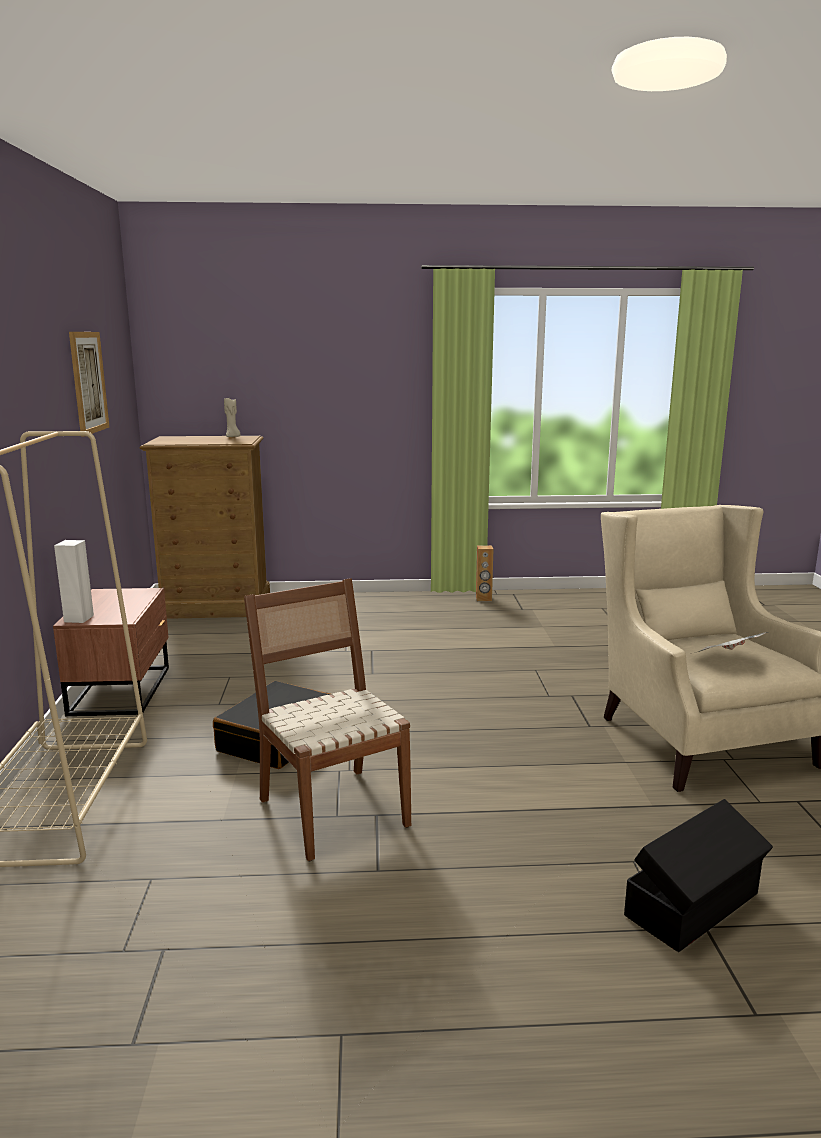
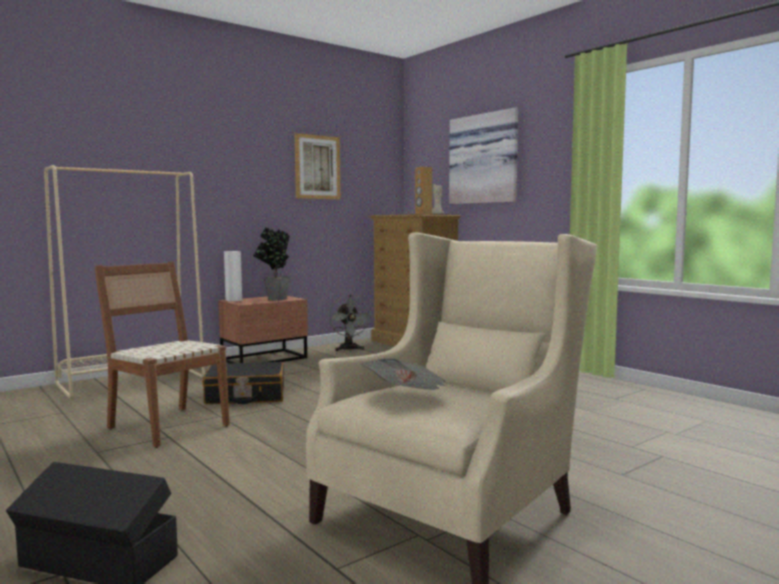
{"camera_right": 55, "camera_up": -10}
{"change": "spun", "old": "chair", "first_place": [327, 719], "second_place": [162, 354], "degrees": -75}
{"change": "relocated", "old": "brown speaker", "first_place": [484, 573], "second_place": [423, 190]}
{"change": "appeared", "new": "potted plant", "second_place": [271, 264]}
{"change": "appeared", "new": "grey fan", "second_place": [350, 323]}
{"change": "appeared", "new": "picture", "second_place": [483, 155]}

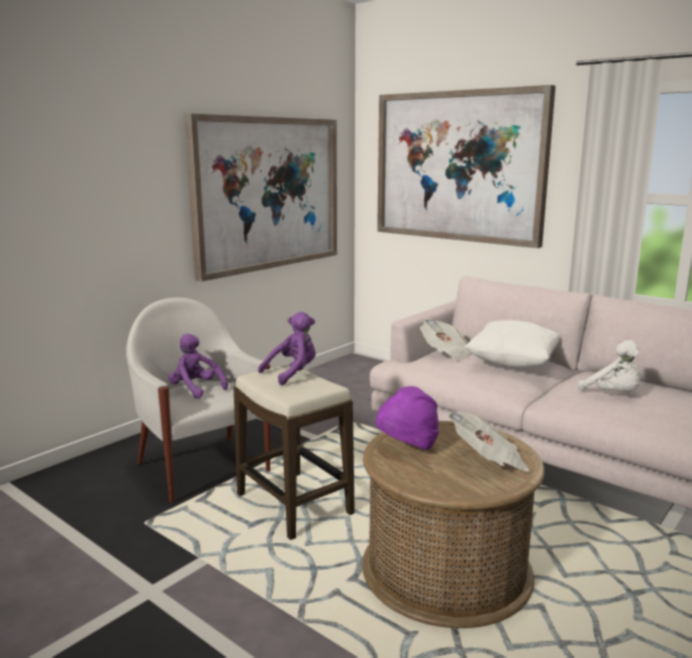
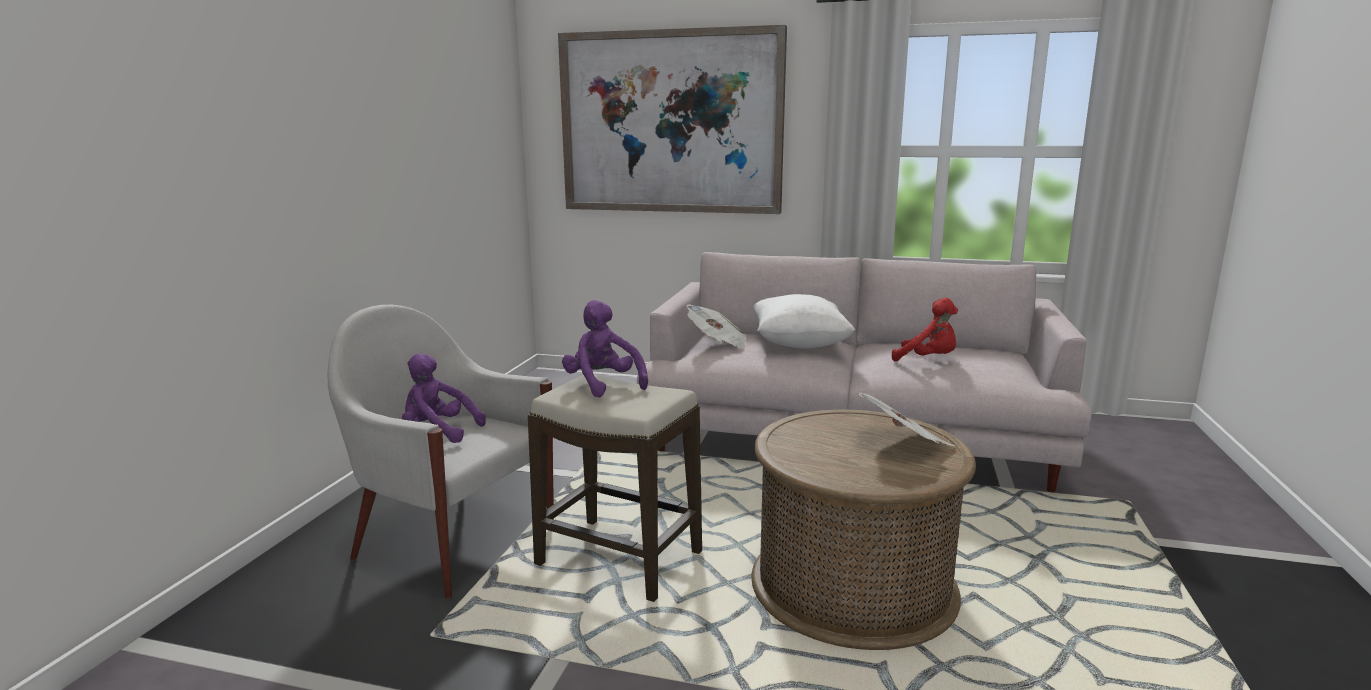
{"camera_right": -25, "camera_up": 0}
{"change": "missing", "old": "picture", "first_place": [260, 198]}
{"change": "spun", "old": "purple plush toy", "first_place": [287, 349], "second_place": [605, 349], "degrees": -60}
{"change": "missing", "old": "purple hat", "first_place": [407, 418]}
{"change": "colour", "old": "white plush toy", "new": "red plush toy", "first_place": [610, 366], "second_place": [925, 329]}

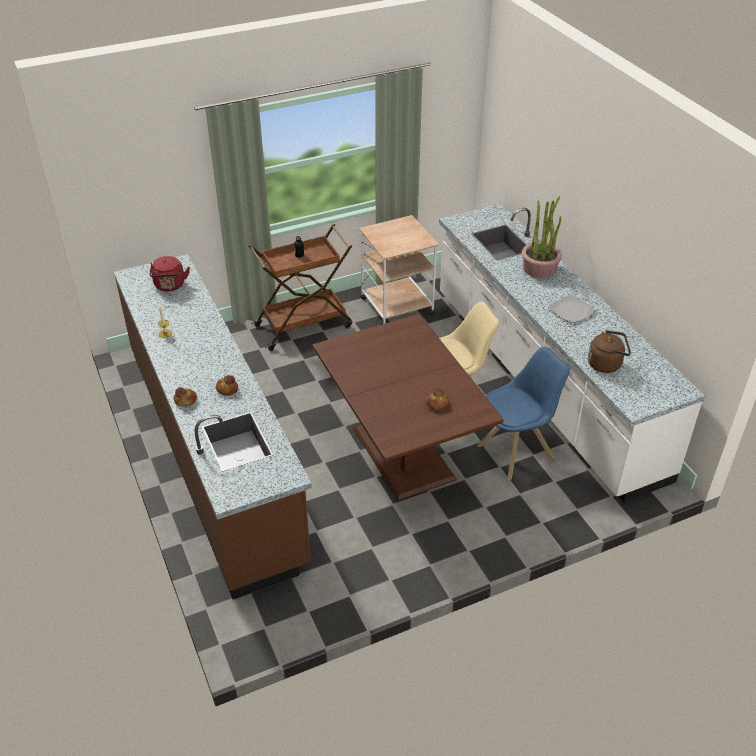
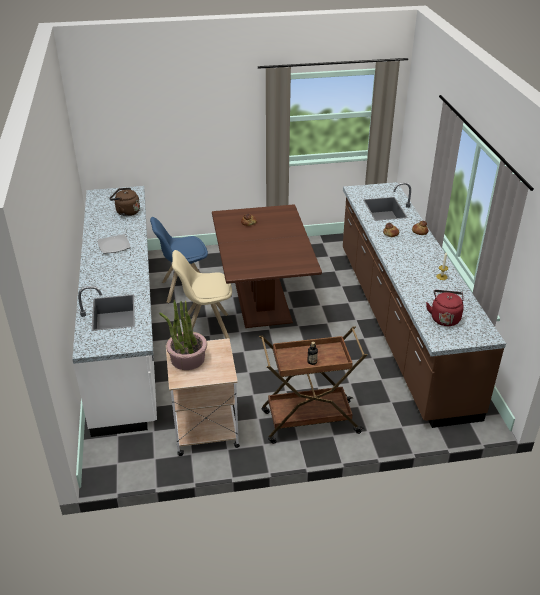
{"camera_right": -165, "camera_up": -5}
{"change": "relocated", "old": "potted plant", "first_place": [542, 237], "second_place": [183, 334]}

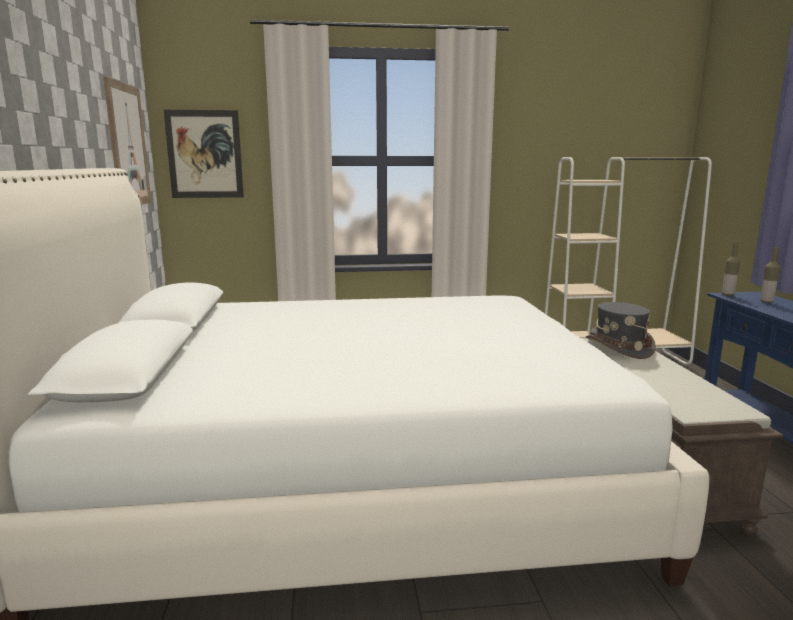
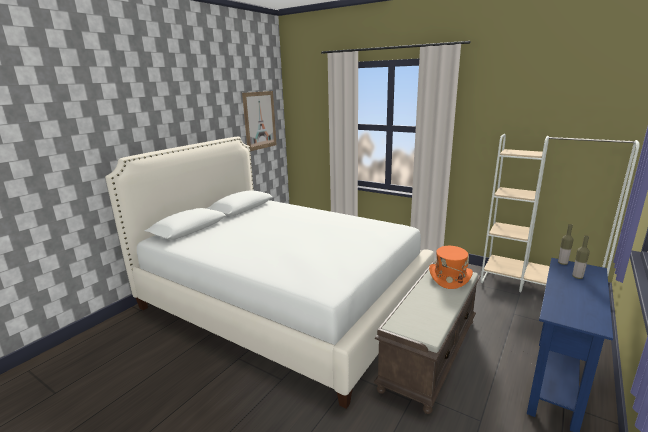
{"camera_right": 40, "camera_up": 5}
{"change": "missing", "old": "picture", "first_place": [204, 154]}
{"change": "colour", "old": "grey hat", "new": "orange hat", "first_place": [621, 330], "second_place": [451, 267]}

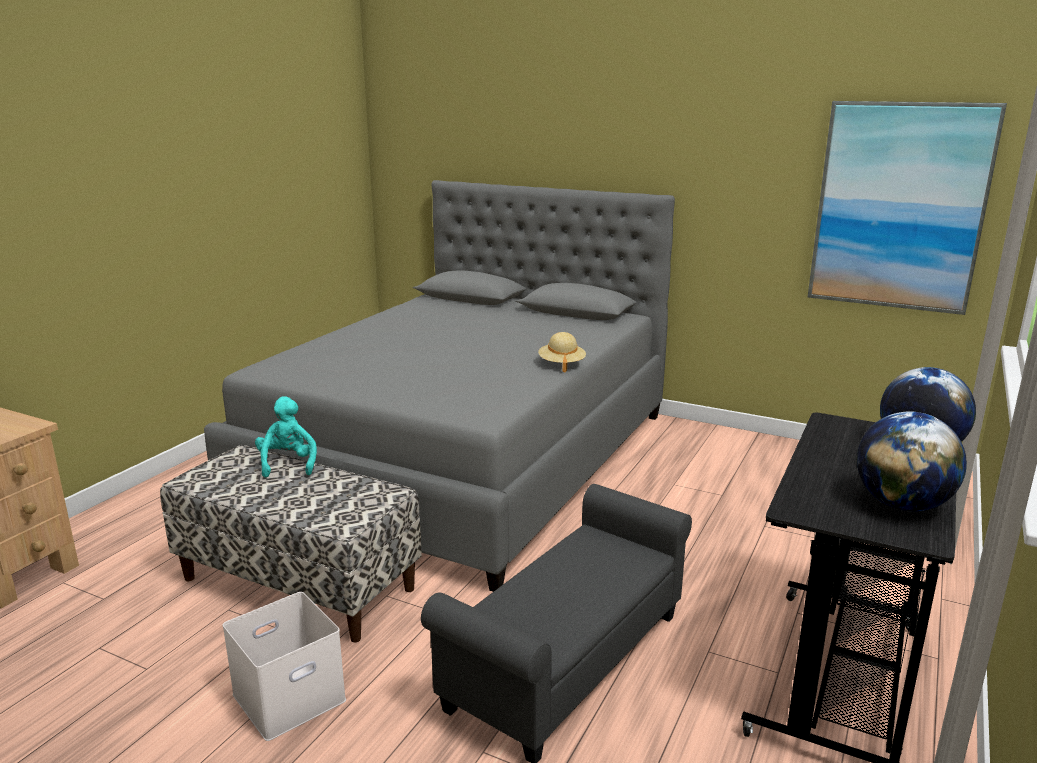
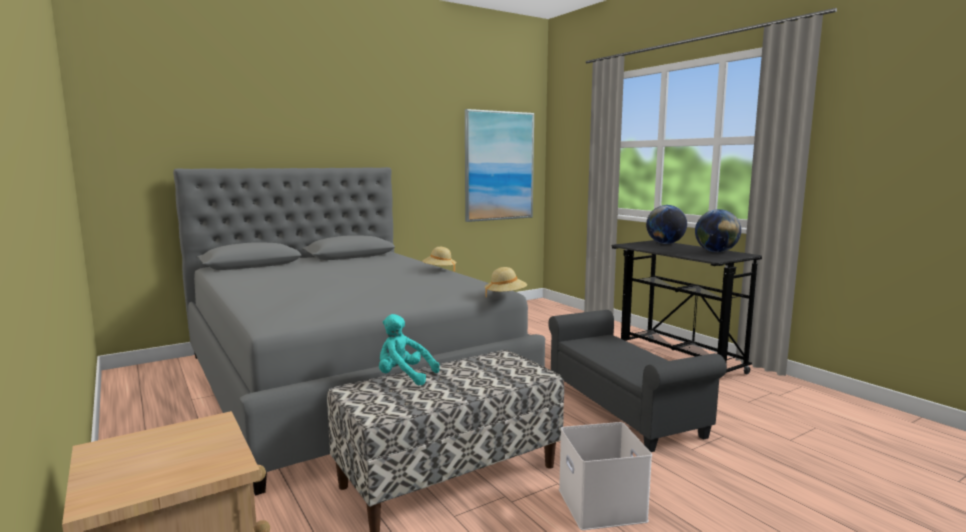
{"camera_right": -60, "camera_up": -10}
{"change": "appeared", "new": "beige hat", "second_place": [506, 282]}

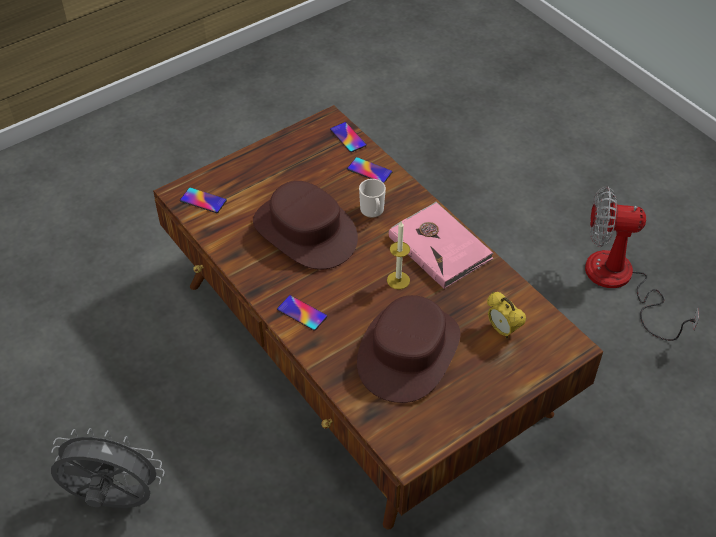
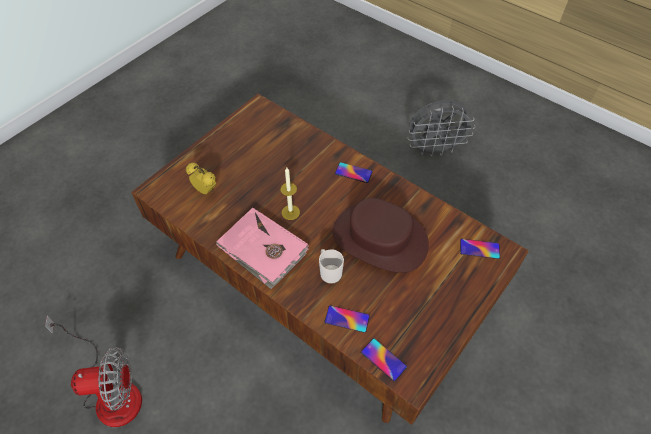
{"camera_right": 165, "camera_up": 5}
{"change": "missing", "old": "brown hat", "first_place": [408, 349]}

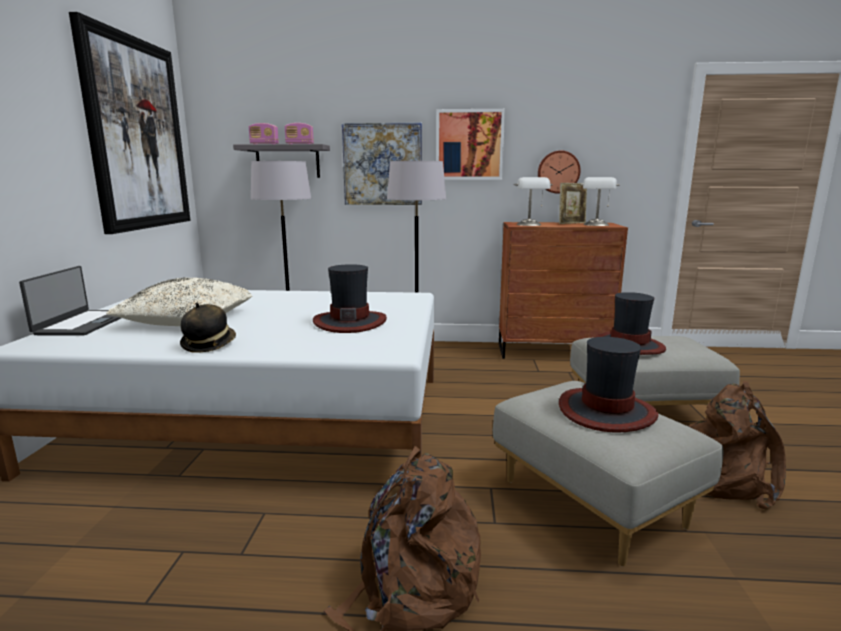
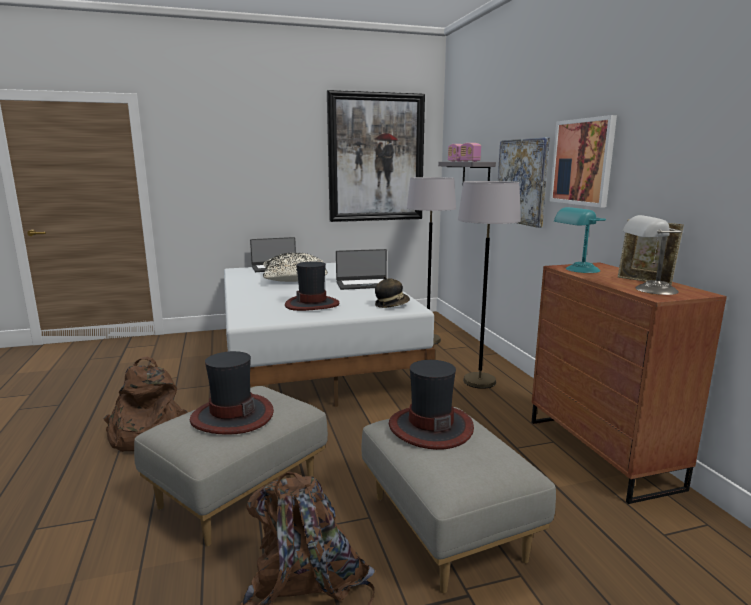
{"camera_right": 70, "camera_up": 0}
{"change": "relocated", "old": "hat", "first_place": [208, 328], "second_place": [392, 292]}
{"change": "colour", "old": "white table lamp", "new": "turquoise table lamp", "first_place": [533, 201], "second_place": [580, 240]}
{"change": "missing", "old": "wall clock", "first_place": [559, 172]}
{"change": "appeared", "new": "laptop", "second_place": [361, 269]}

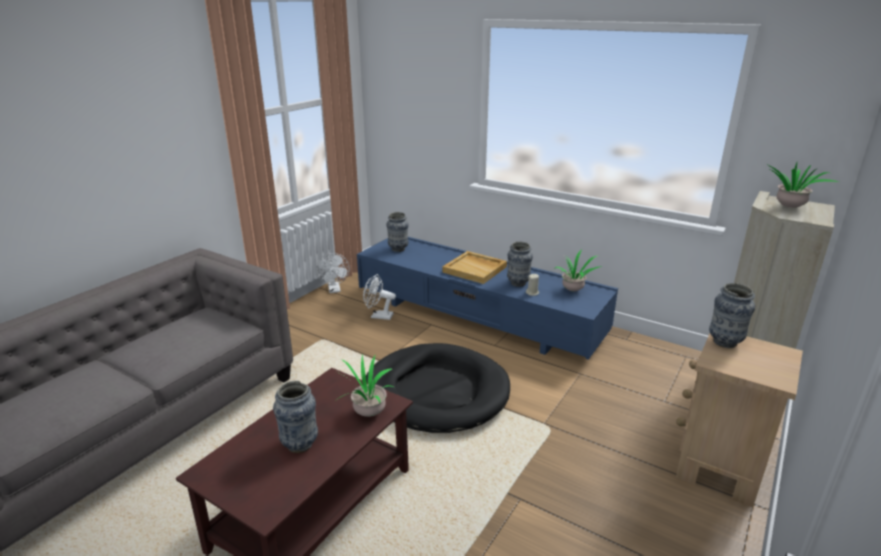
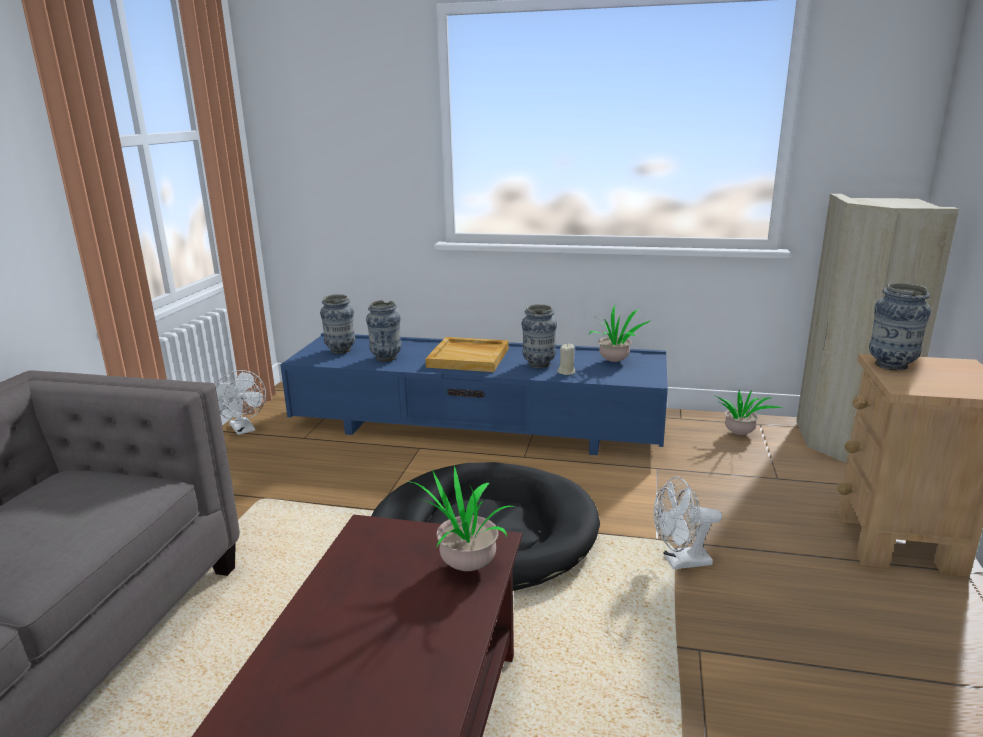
{"camera_right": -20, "camera_up": -5}
{"change": "relocated", "old": "vase", "first_place": [295, 417], "second_place": [384, 331]}
{"change": "relocated", "old": "white fan", "first_place": [379, 297], "second_place": [688, 522]}
{"change": "relocated", "old": "potted plant", "first_place": [803, 185], "second_place": [747, 412]}

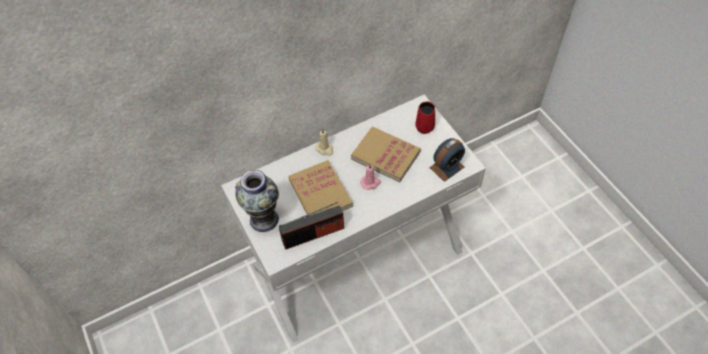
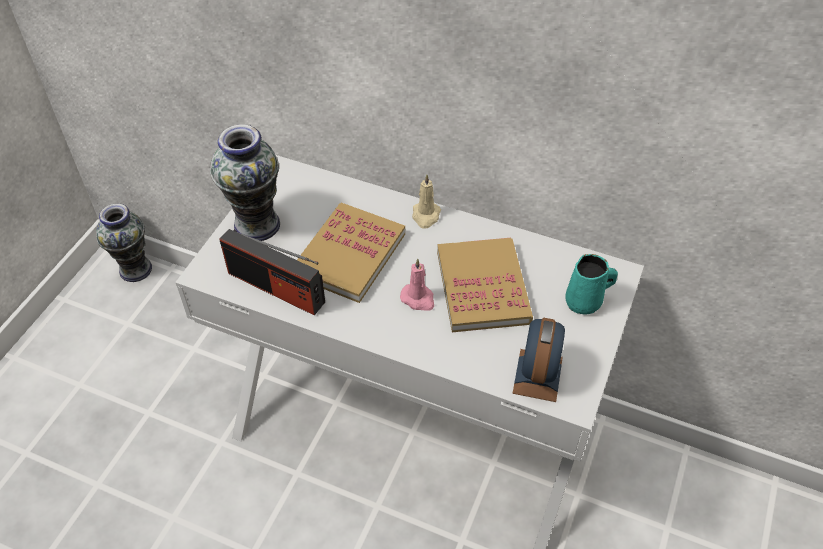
{"camera_right": 50, "camera_up": -5}
{"change": "colour", "old": "red mug", "new": "turquoise mug", "first_place": [425, 117], "second_place": [591, 284]}
{"change": "spun", "old": "alarm clock", "first_place": [447, 160], "second_place": [538, 360], "degrees": -90}
{"change": "appeared", "new": "vase", "second_place": [124, 243]}

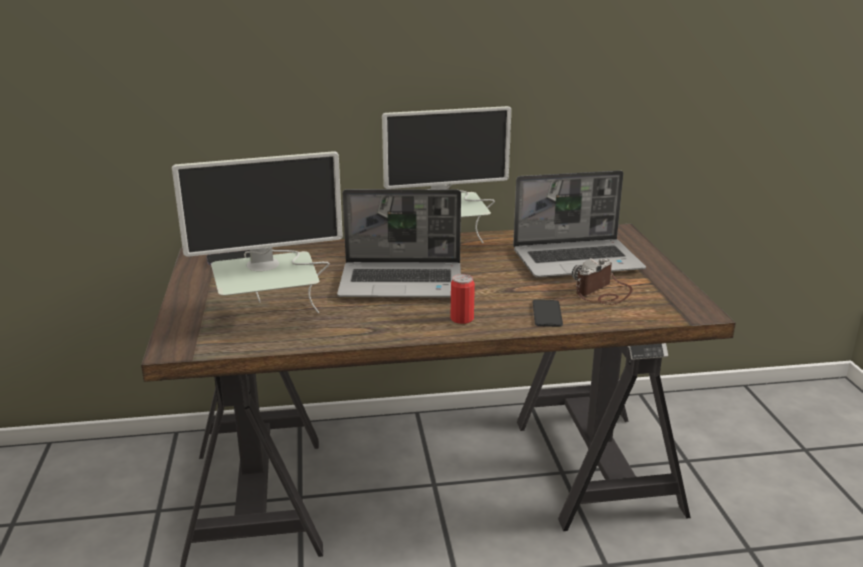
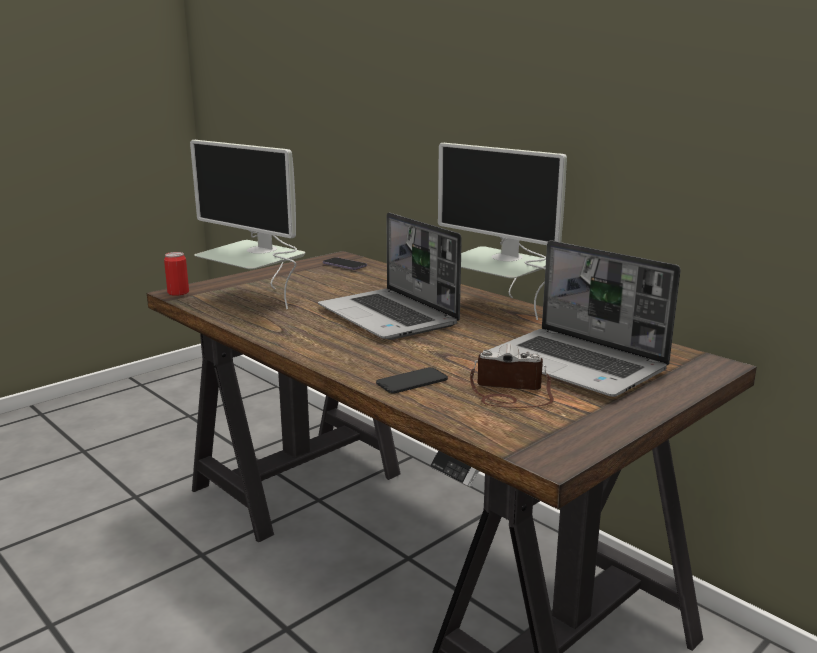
{"camera_right": 55, "camera_up": -5}
{"change": "relocated", "old": "can", "first_place": [463, 299], "second_place": [176, 274]}

